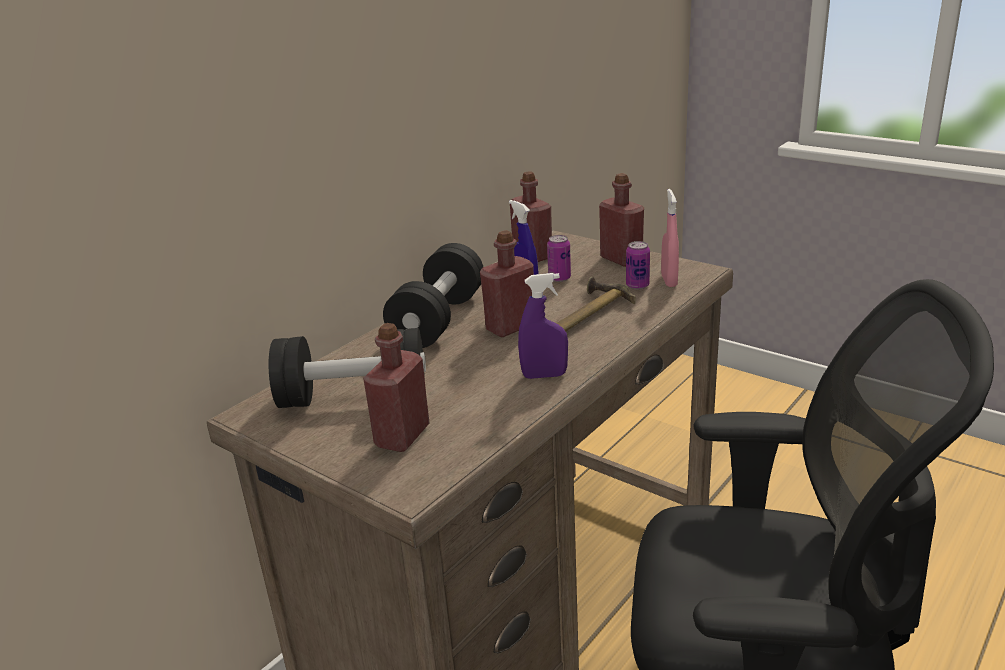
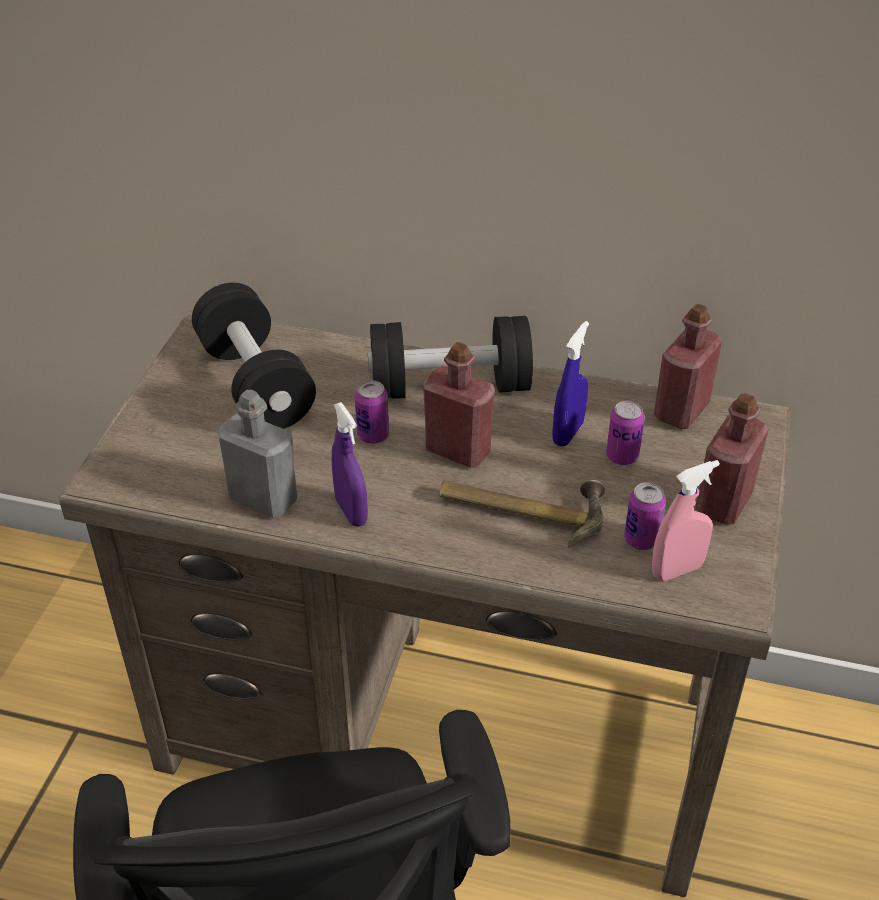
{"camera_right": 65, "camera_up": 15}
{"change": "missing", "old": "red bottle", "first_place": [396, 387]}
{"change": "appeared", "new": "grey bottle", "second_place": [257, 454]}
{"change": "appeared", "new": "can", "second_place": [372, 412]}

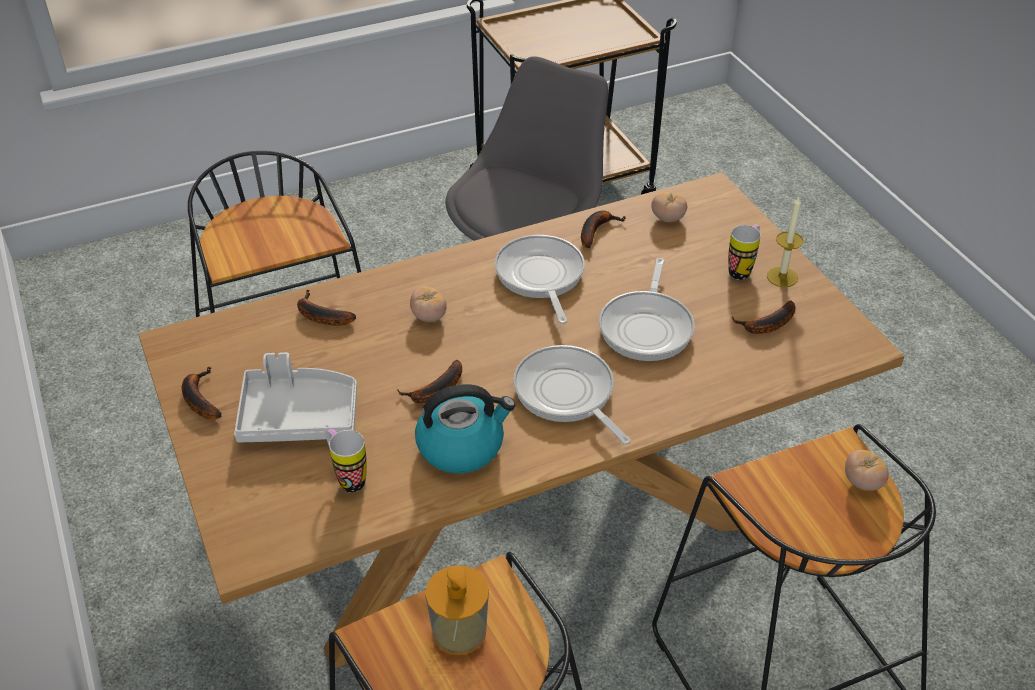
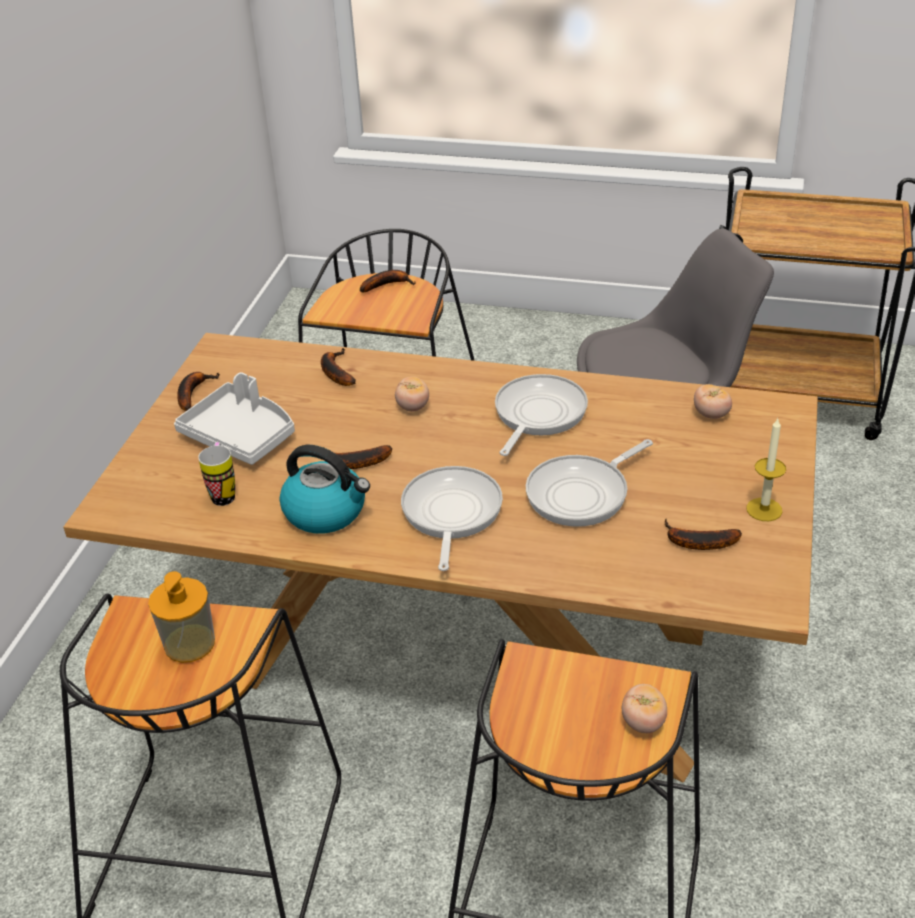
{"camera_right": 40, "camera_up": -5}
{"change": "relocated", "old": "banana", "first_place": [603, 230], "second_place": [387, 281]}
{"change": "missing", "old": "mug", "first_place": [744, 252]}

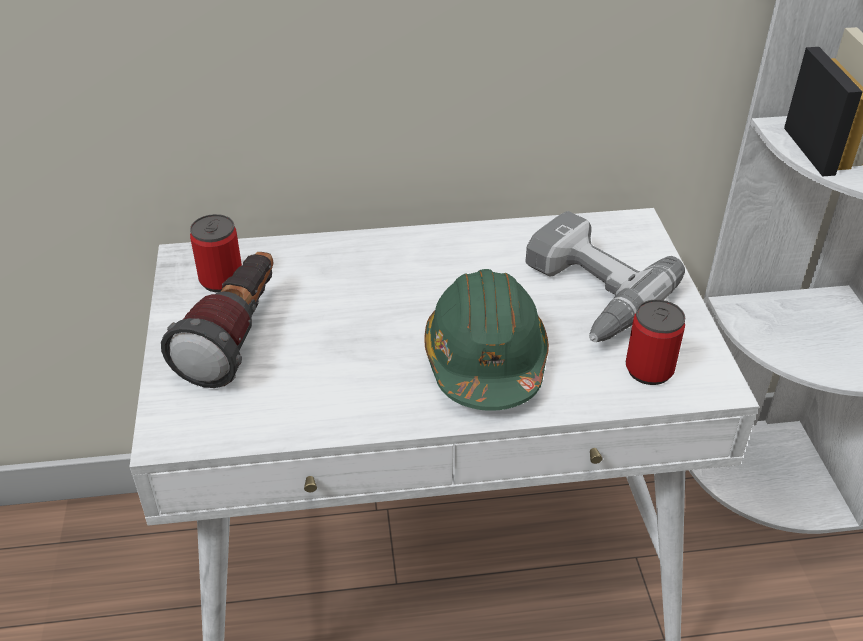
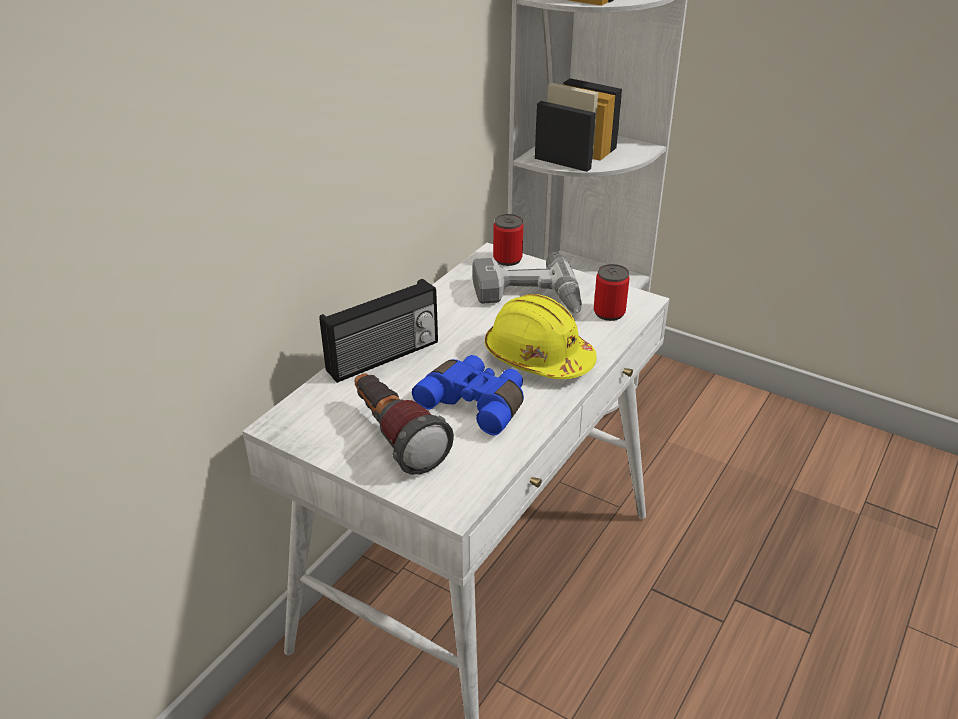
{"camera_right": -50, "camera_up": -5}
{"change": "relocated", "old": "can", "first_place": [216, 253], "second_place": [508, 240]}
{"change": "colour", "old": "green hard hat", "new": "yellow hard hat", "first_place": [486, 340], "second_place": [541, 336]}
{"change": "appeared", "new": "radio", "second_place": [378, 331]}
{"change": "appeared", "new": "blue binoculars", "second_place": [468, 395]}

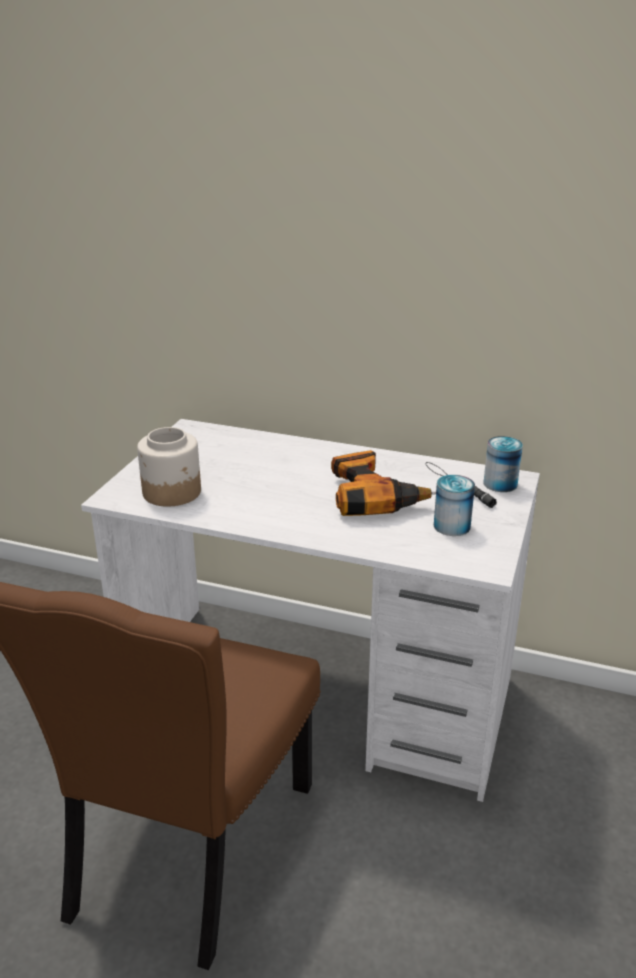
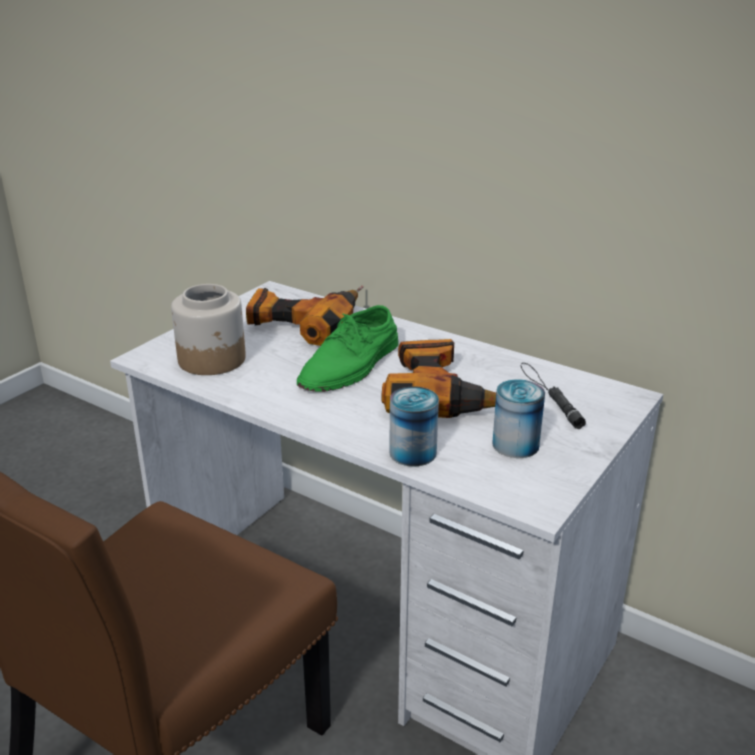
{"camera_right": 15, "camera_up": 0}
{"change": "relocated", "old": "can", "first_place": [503, 464], "second_place": [414, 426]}
{"change": "appeared", "new": "power drill", "second_place": [304, 316]}
{"change": "appeared", "new": "green shoe", "second_place": [348, 348]}

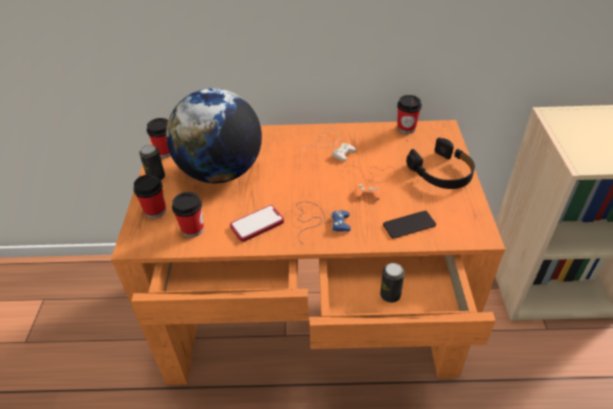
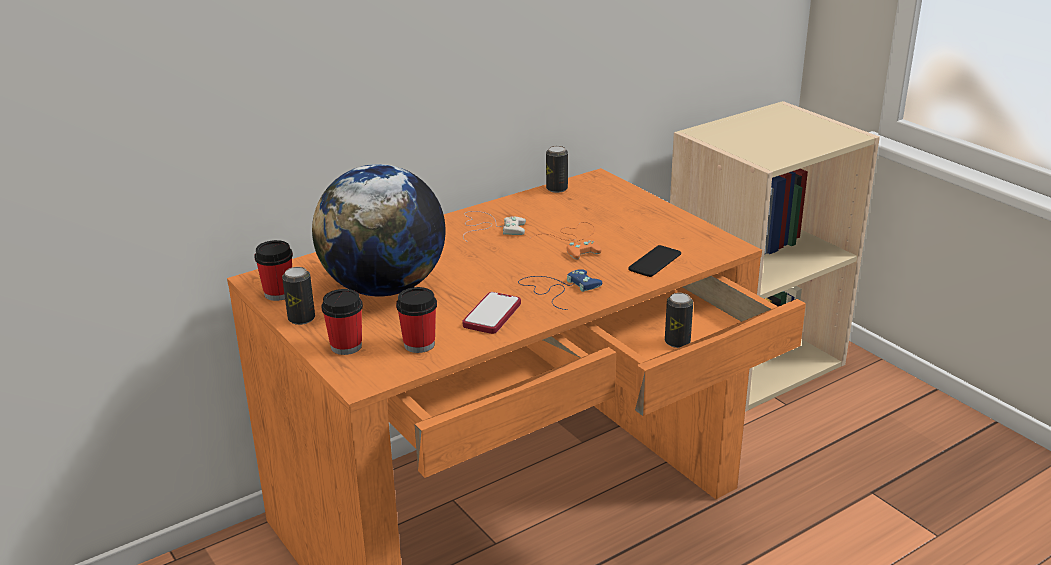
{"camera_right": -35, "camera_up": -15}
{"change": "exchanged", "old": "cup", "new": "can", "first_place": [409, 114], "second_place": [557, 169]}
{"change": "missing", "old": "black headphones", "first_place": [440, 163]}

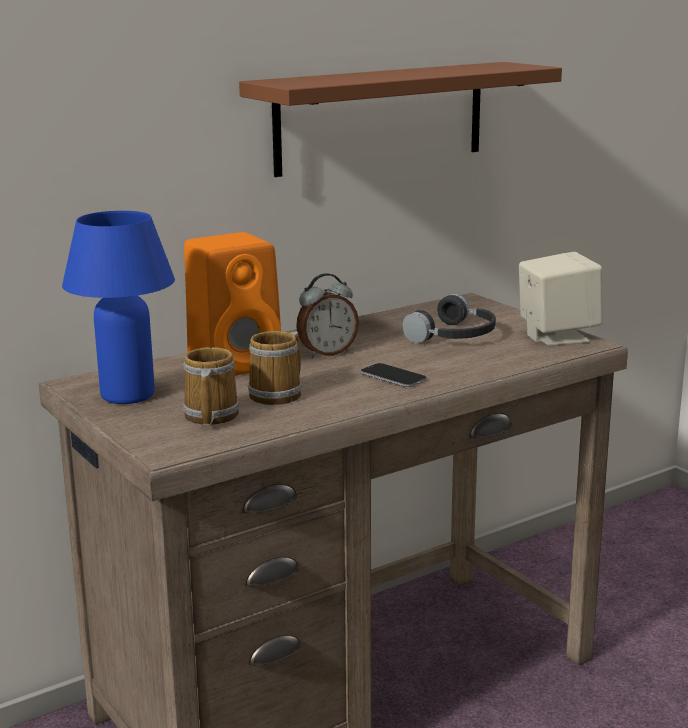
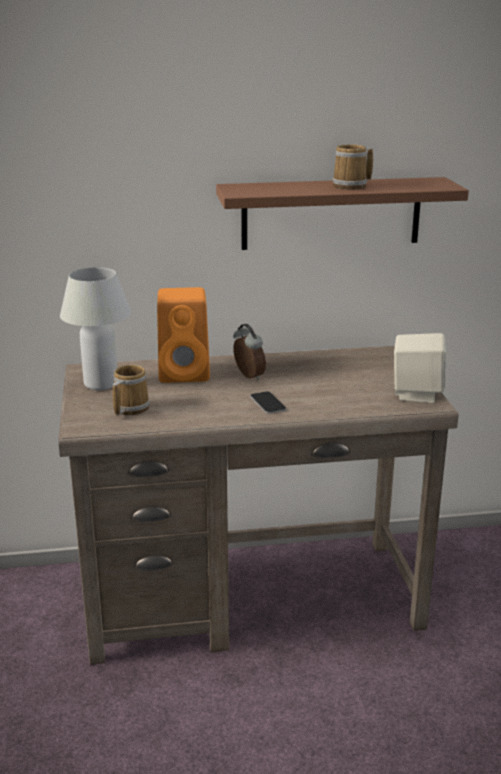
{"camera_right": 25, "camera_up": 5}
{"change": "colour", "old": "blue table lamp", "new": "white table lamp", "first_place": [118, 307], "second_place": [95, 328]}
{"change": "relocated", "old": "mug", "first_place": [275, 368], "second_place": [353, 167]}
{"change": "spun", "old": "alarm clock", "first_place": [327, 315], "second_place": [249, 352], "degrees": -120}
{"change": "missing", "old": "black headphones", "first_place": [449, 318]}

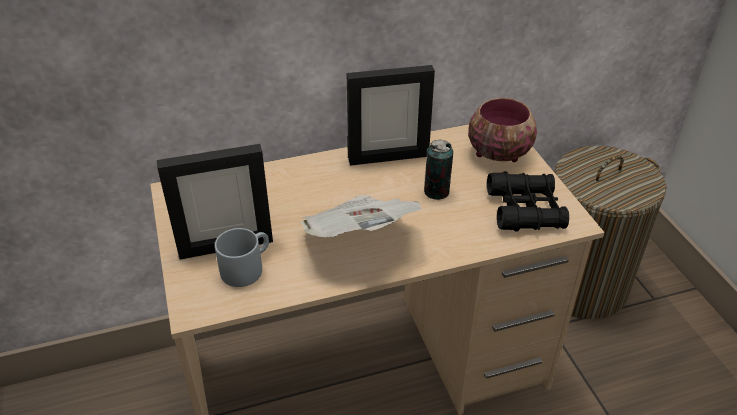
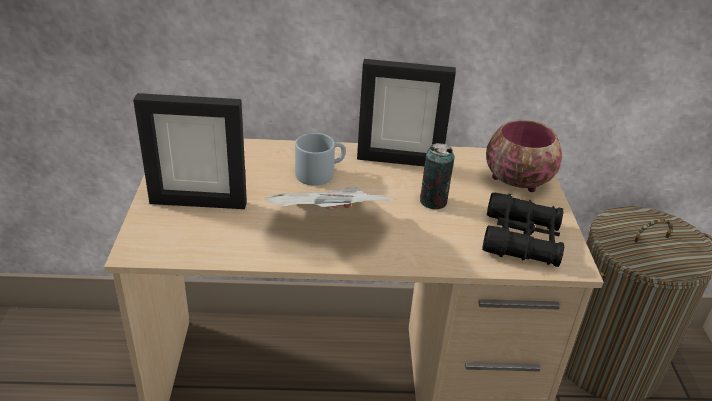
{"camera_right": 15, "camera_up": -5}
{"change": "relocated", "old": "grey mug", "first_place": [242, 257], "second_place": [320, 159]}

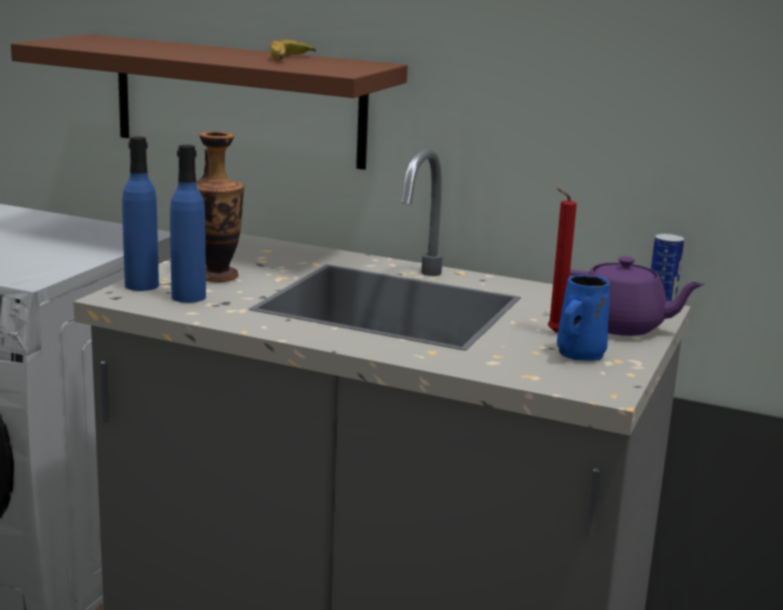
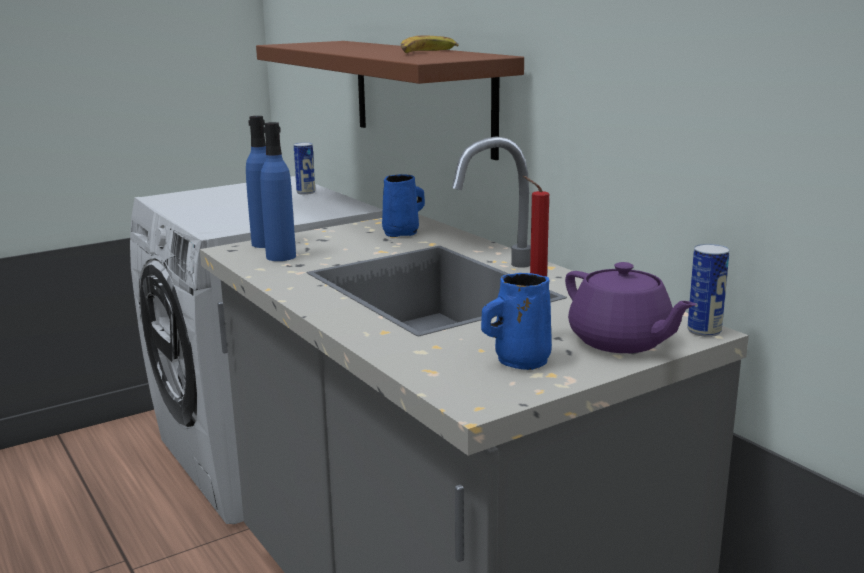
{"camera_right": 35, "camera_up": 0}
{"change": "missing", "old": "vase", "first_place": [220, 206]}
{"change": "appeared", "new": "can", "second_place": [304, 168]}
{"change": "appeared", "new": "blue mug", "second_place": [403, 205]}

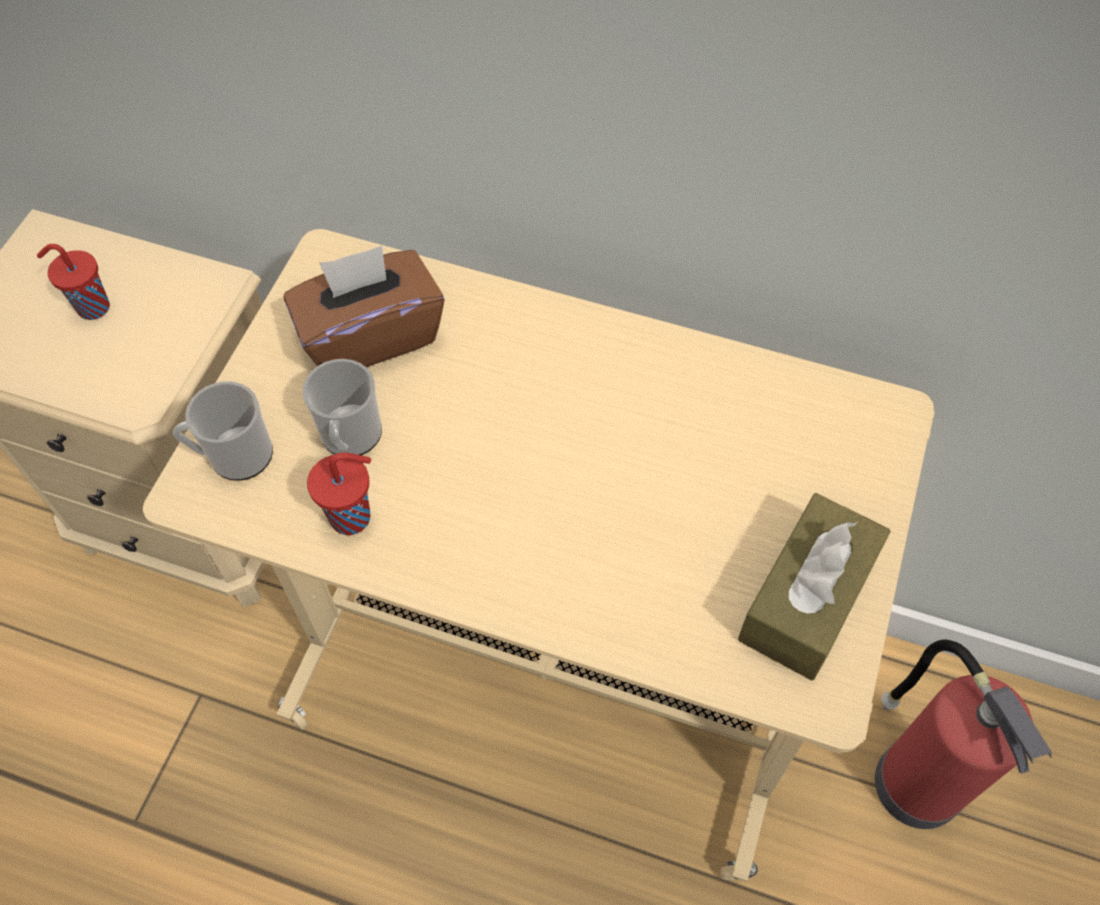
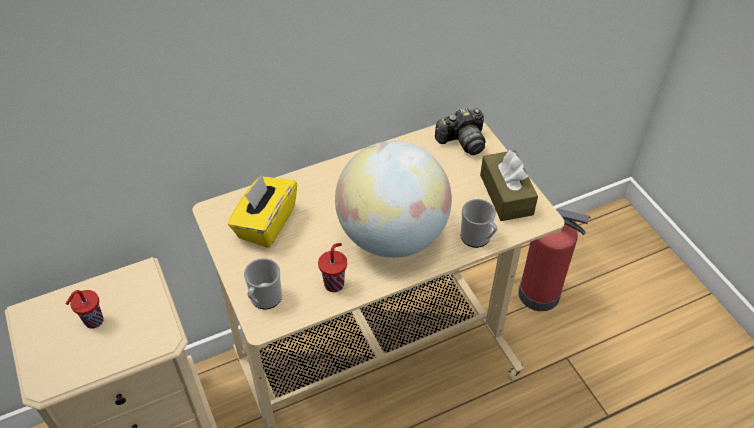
{"camera_right": -45, "camera_up": -10}
{"change": "colour", "old": "brown tissue box", "new": "yellow tissue box", "first_place": [364, 306], "second_place": [262, 211]}
{"change": "relocated", "old": "mug", "first_place": [342, 407], "second_place": [478, 223]}
{"change": "appeared", "new": "globe", "second_place": [393, 199]}
{"change": "appeared", "new": "photo camera", "second_place": [460, 131]}

